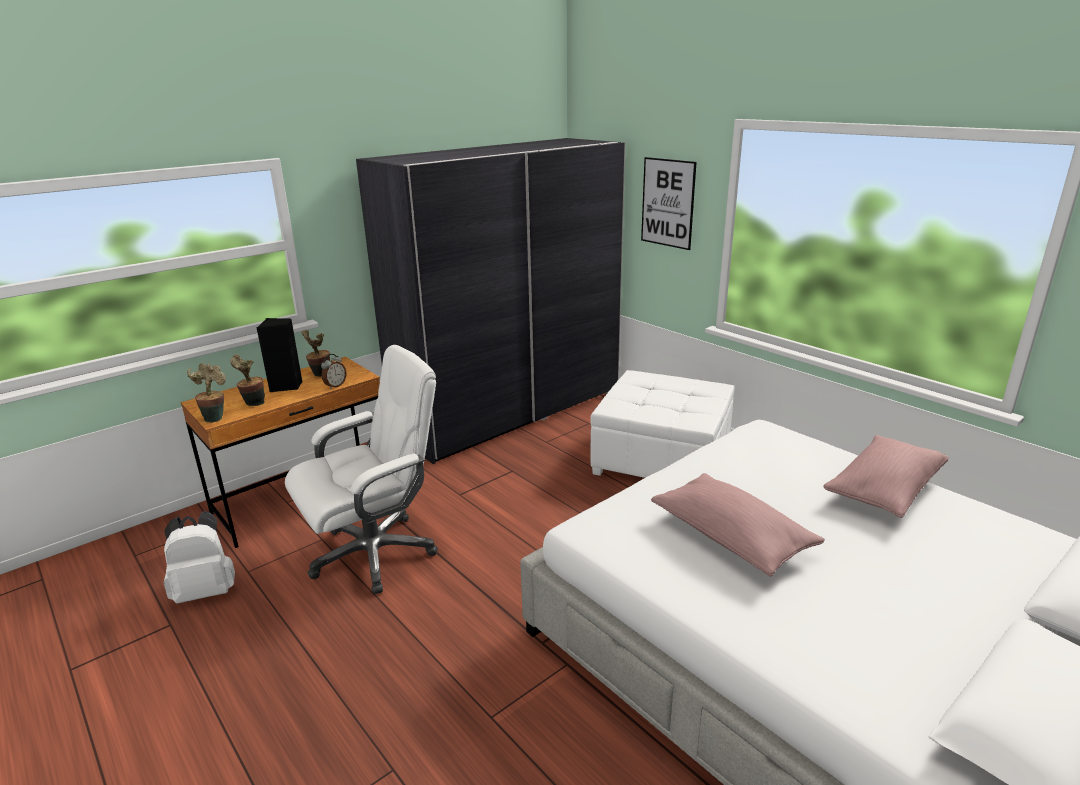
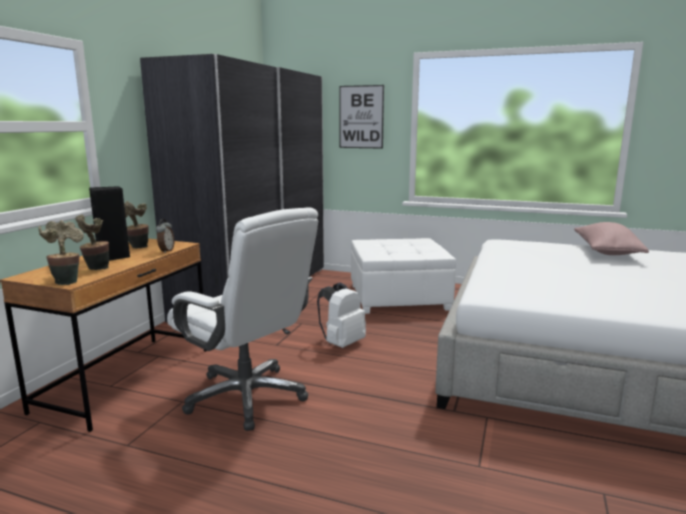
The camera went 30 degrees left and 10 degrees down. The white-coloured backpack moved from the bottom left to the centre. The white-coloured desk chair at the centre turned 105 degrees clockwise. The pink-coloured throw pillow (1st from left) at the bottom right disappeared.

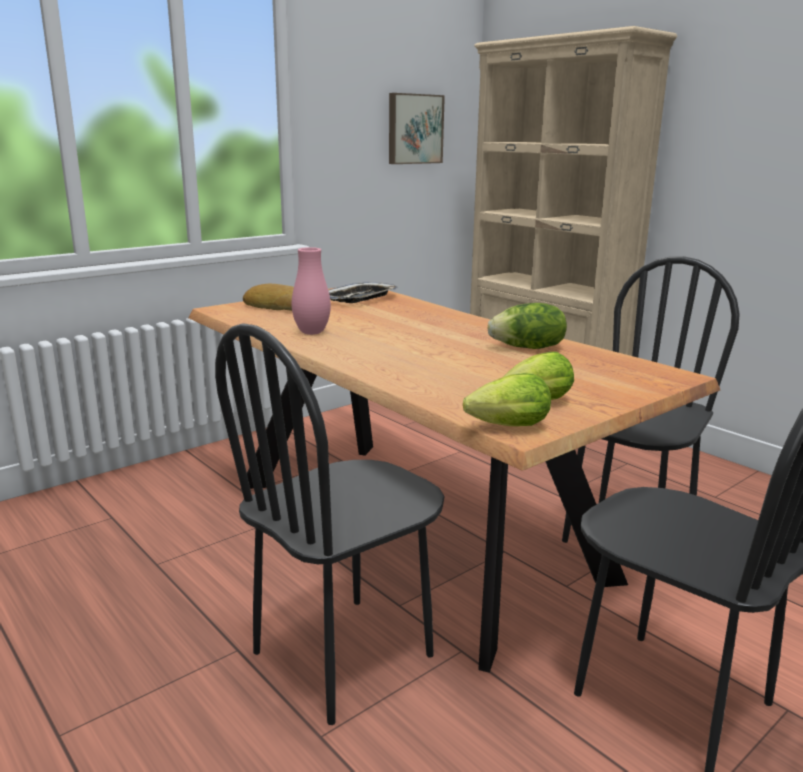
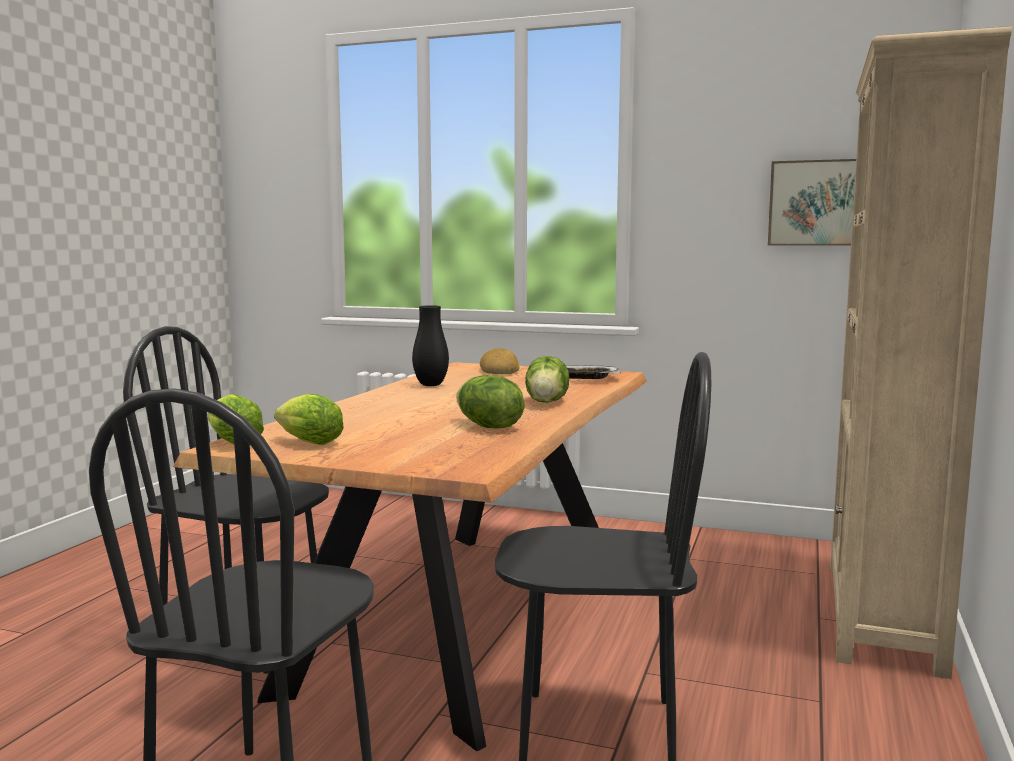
The camera went 60 degrees right and 10 degrees down. The pink-coloured vase at the centre became the black-coloured vase at the centre. The lettuce (4th from left) at the centre appeared.

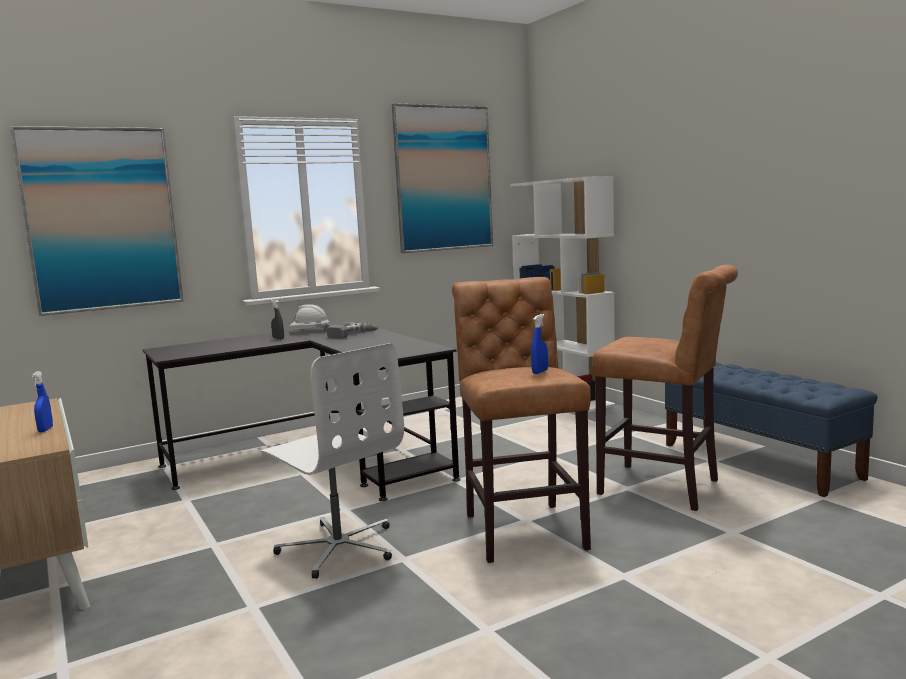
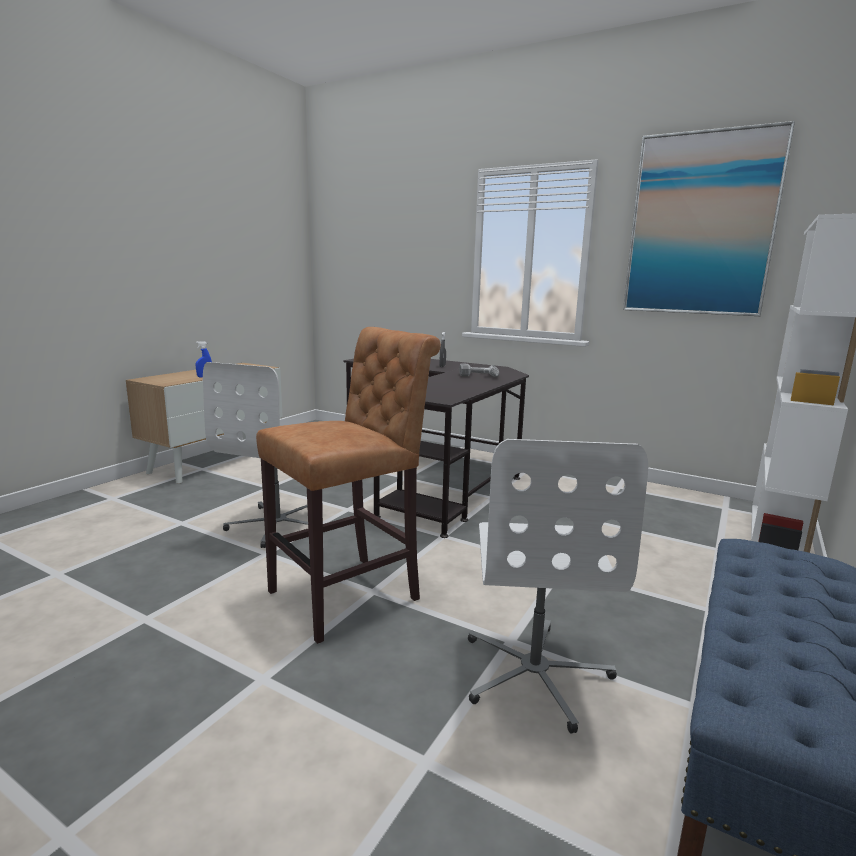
The camera went 60 degrees right and 5 degrees up. The wall art (1st from left) at the top left disappeared. The white-coloured hard hat at the centre disappeared. The bluish sprayer (2nd from left) at the centre disappeared. The brown-coloured sitting stool (2nd from left) at the middle right was replaced by the white-coloured desk chair (2nd from left) at the bottom centre.

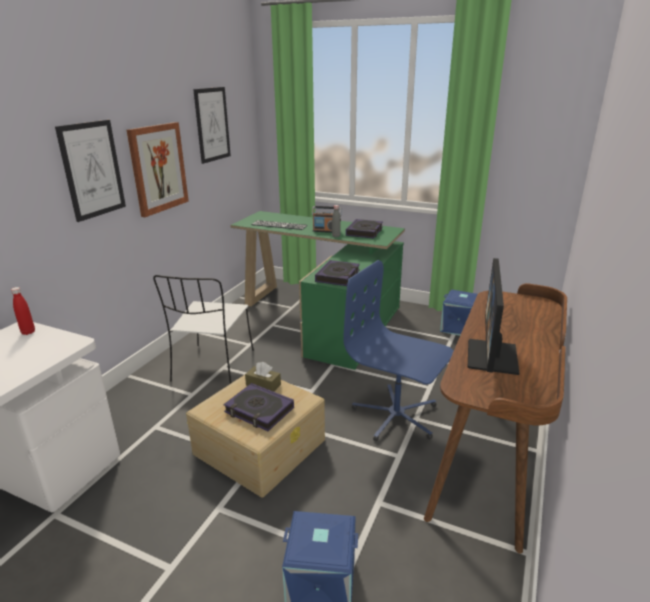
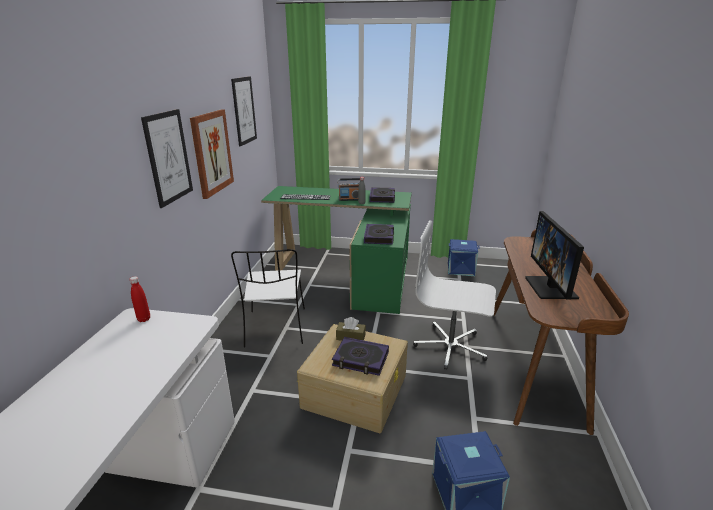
The camera went 15 degrees left and 0 degrees up. The bluish desk chair at the centre became the white-coloured desk chair at the centre.

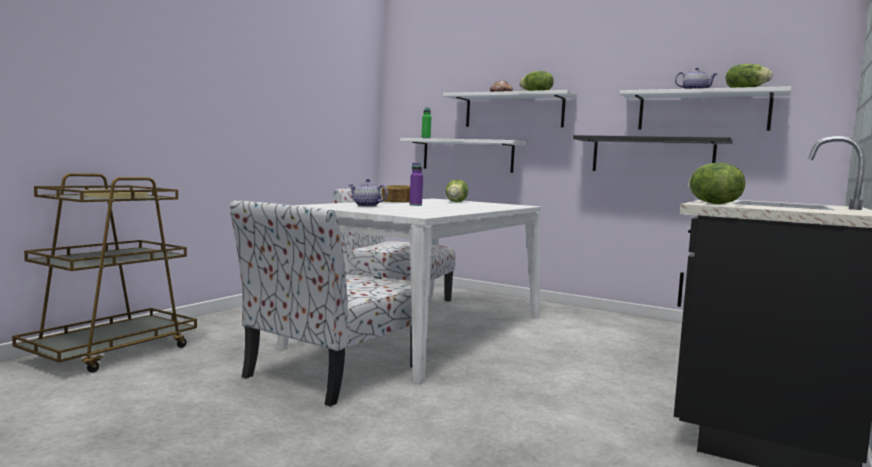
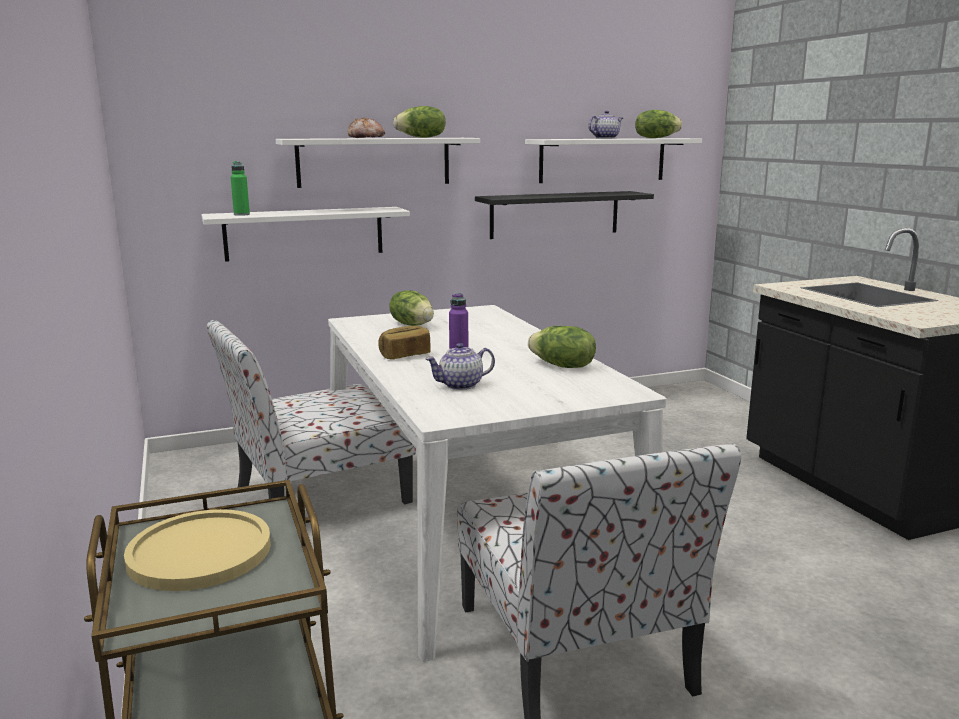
The camera went 50 degrees left and 10 degrees up. The lettuce (3rd from left) moved from the middle right to the centre.

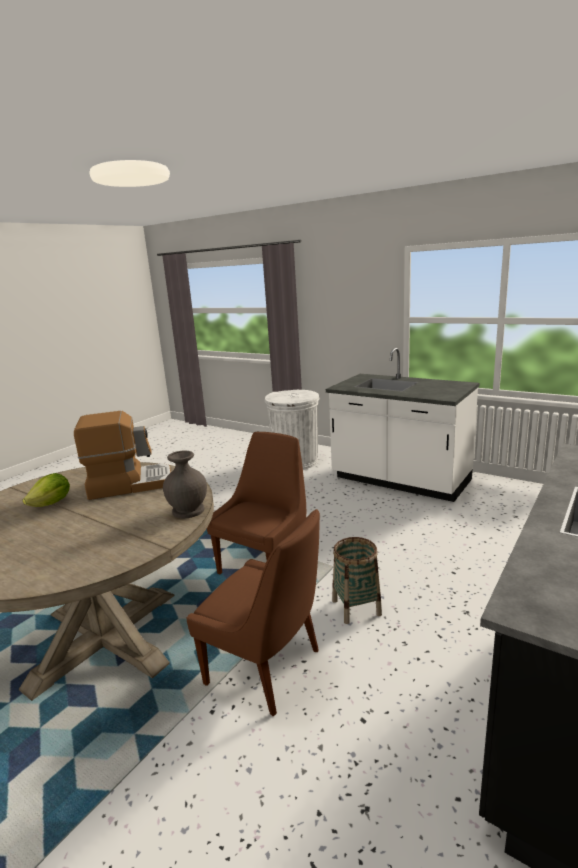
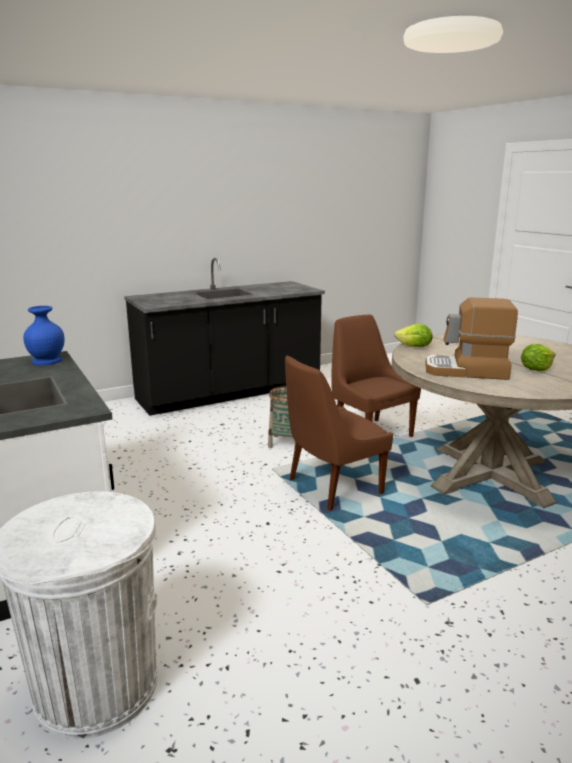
The camera went 155 degrees left and 0 degrees up. The grey vase at the middle left was replaced by the lettuce (1st from left) at the middle right. The bluish vase at the middle left appeared.

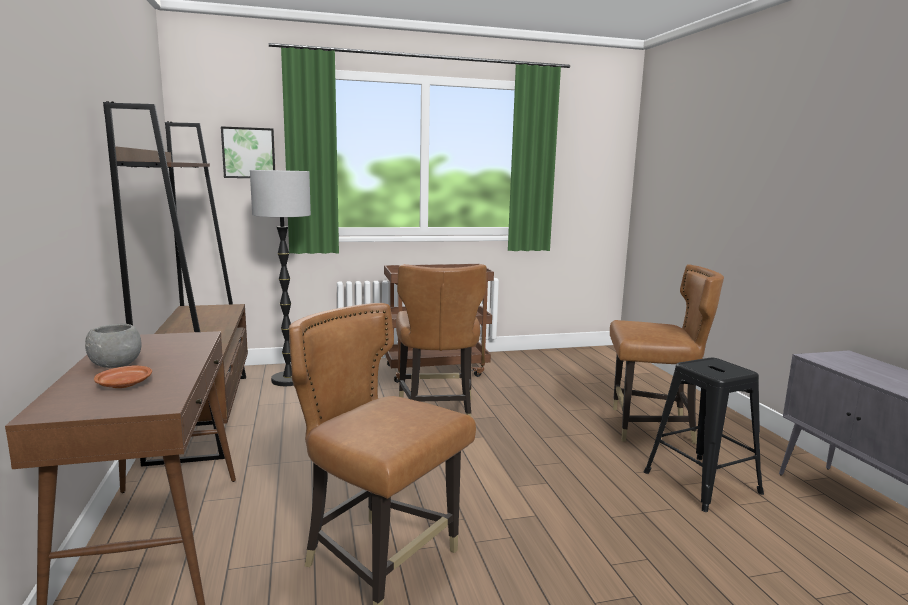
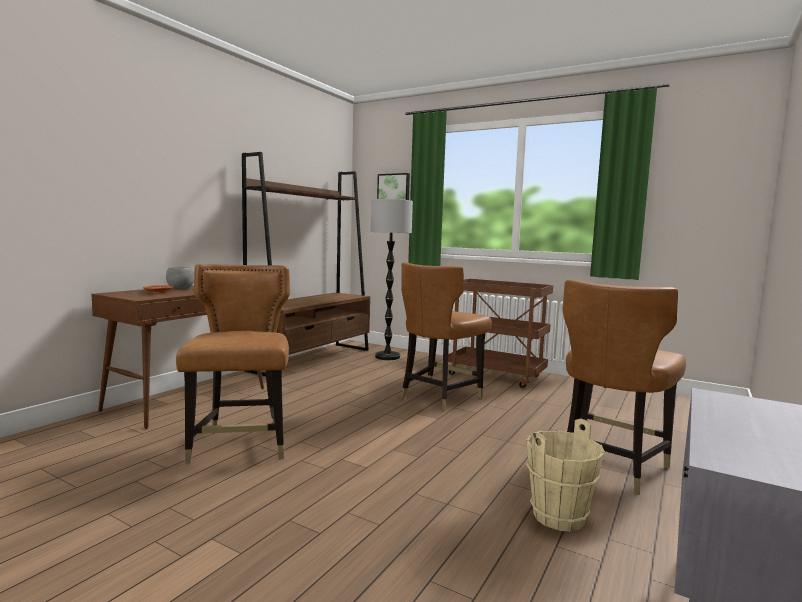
The camera went 45 degrees right and 5 degrees down. The brown-coloured plain chair (3rd from left) at the middle right turned 75 degrees clockwise. The black-coloured sitting stool at the bottom right was replaced by the sand-coloured pail at the bottom right.

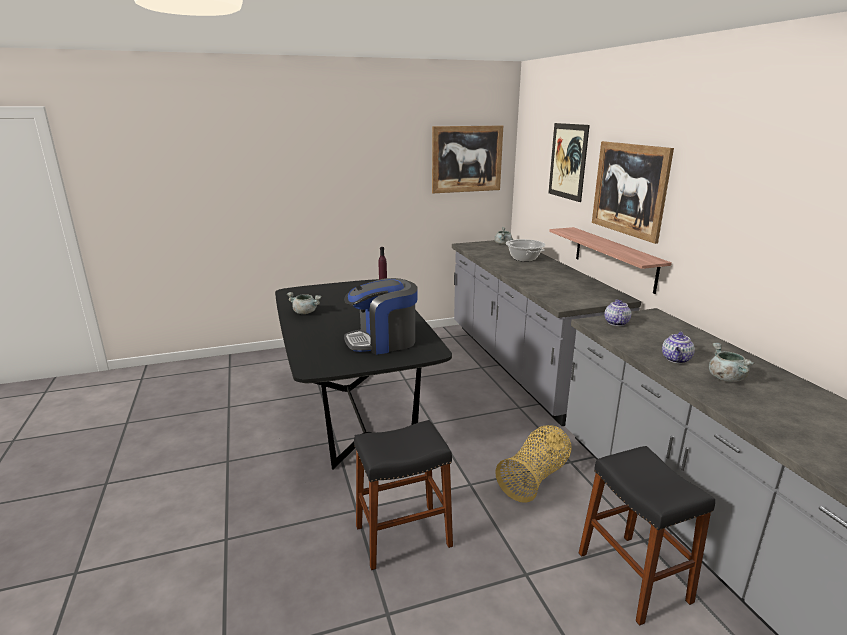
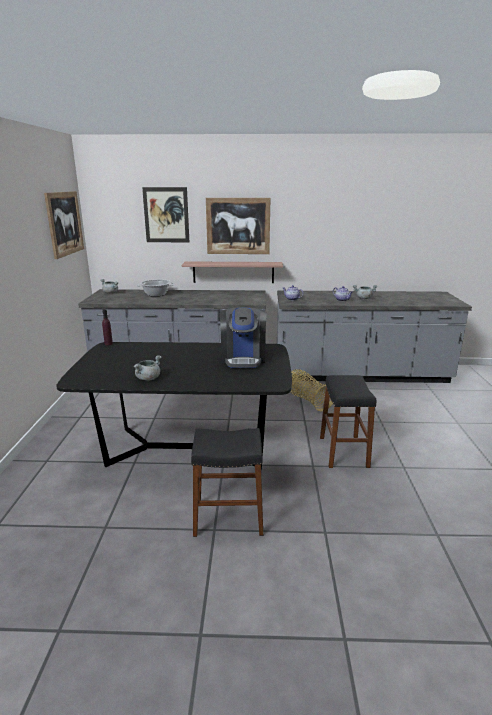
The camera went 70 degrees left and 0 degrees up. The black-coloured sitting stool (2nd from left in the first image) moved from the bottom right to the bottom centre.

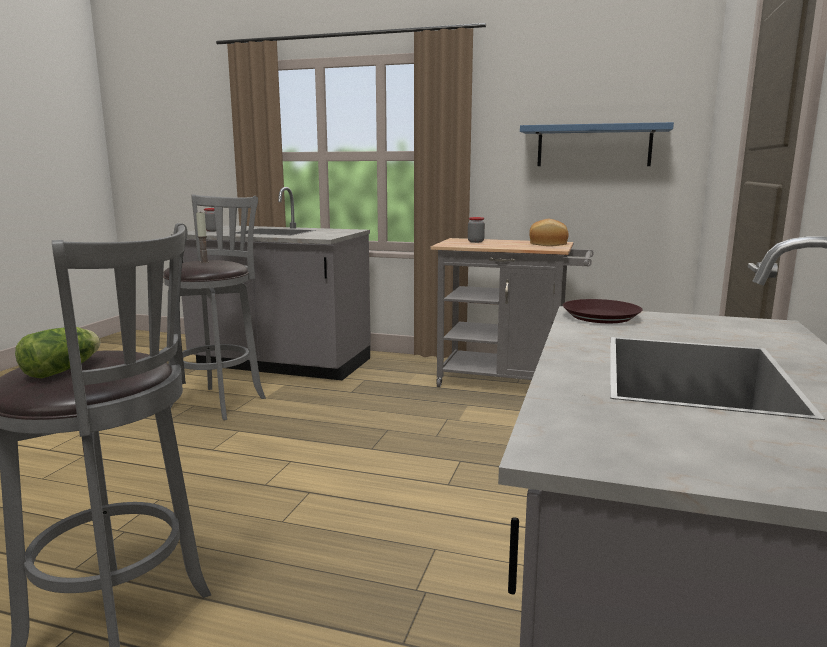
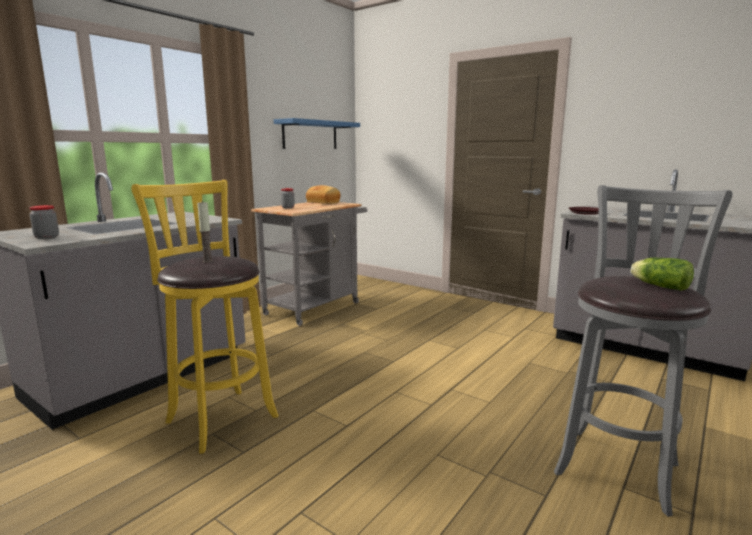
The camera went 70 degrees left and 0 degrees up. The grey sitting stool (2nd from left) at the middle left became the yellow sitting stool at the middle left.

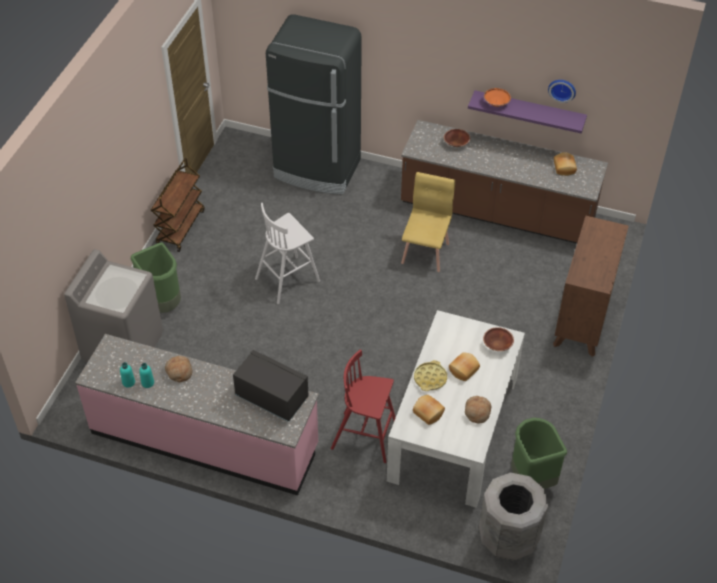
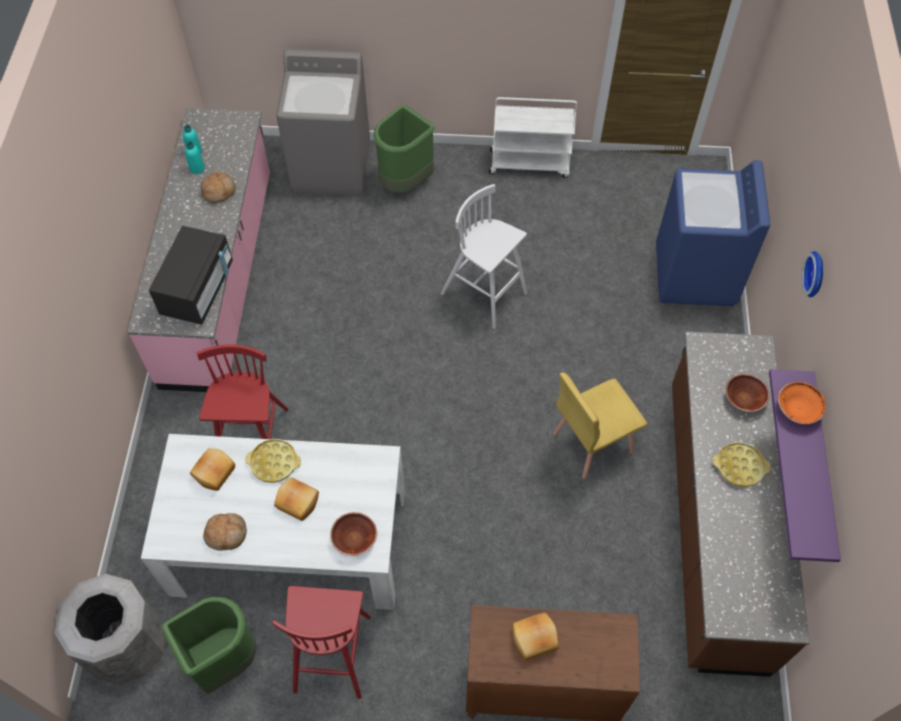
The camera went 75 degrees right and 10 degrees up. The brown-coloured cart at the middle left became the white-coloured cart at the top centre. The black-coloured kitchen fridge at the top centre was replaced by the bluish laundry appliance at the top right. The yellow plain chair at the centre turned 150 degrees clockwise. The clock on the wall moved from the top right to the middle right. The bread (5th from left) moved from the top right to the bottom centre. The red sitting stool (2nd from left) at the bottom centre appeared. The yellow tray (2nd from left) at the middle right appeared.

